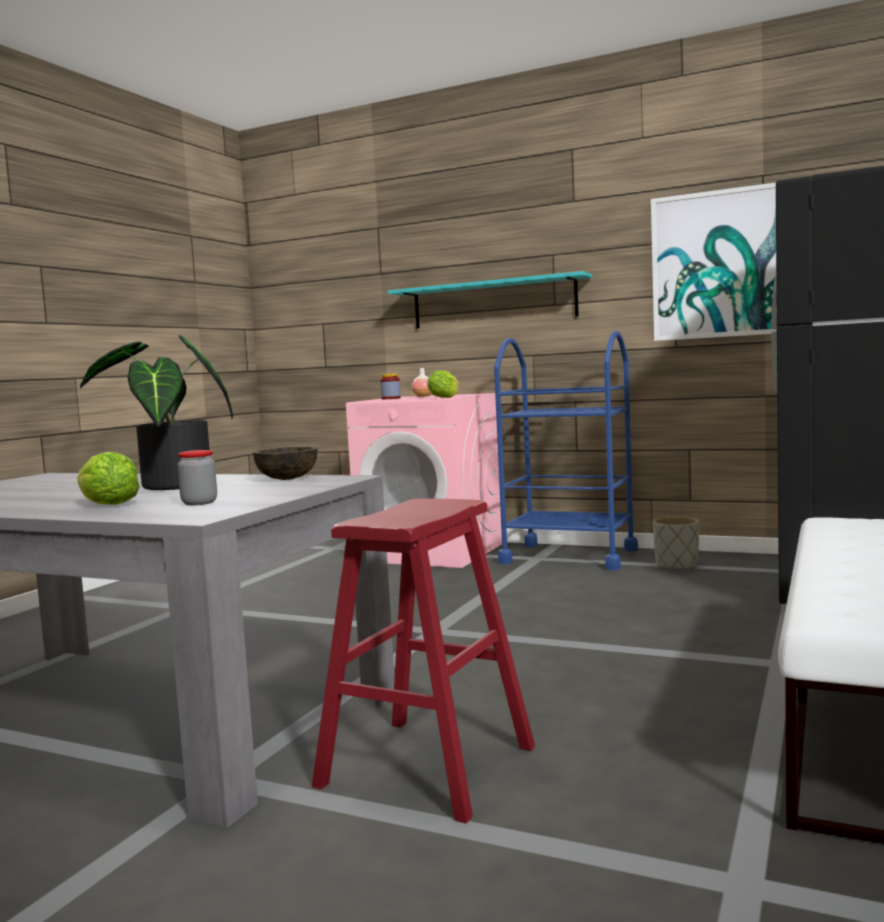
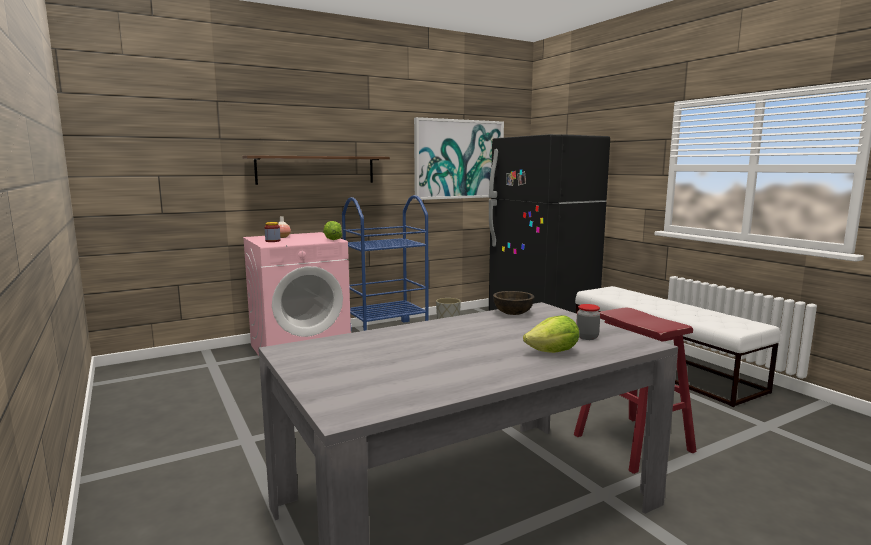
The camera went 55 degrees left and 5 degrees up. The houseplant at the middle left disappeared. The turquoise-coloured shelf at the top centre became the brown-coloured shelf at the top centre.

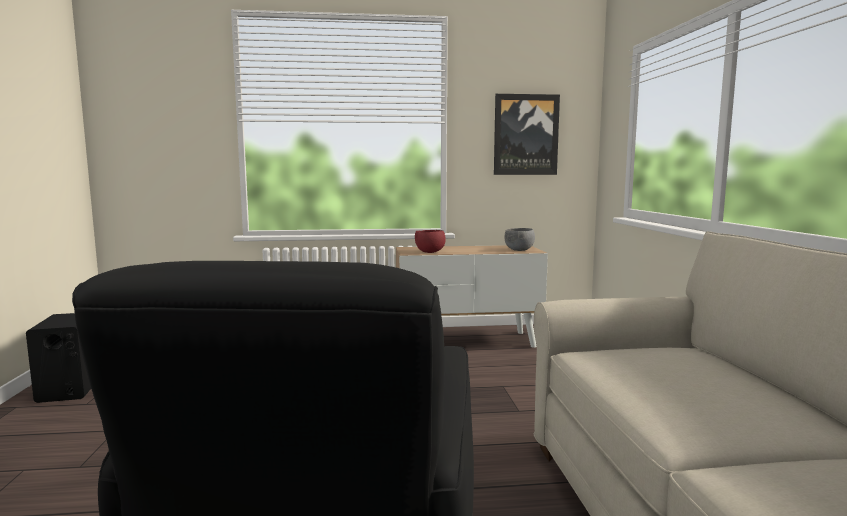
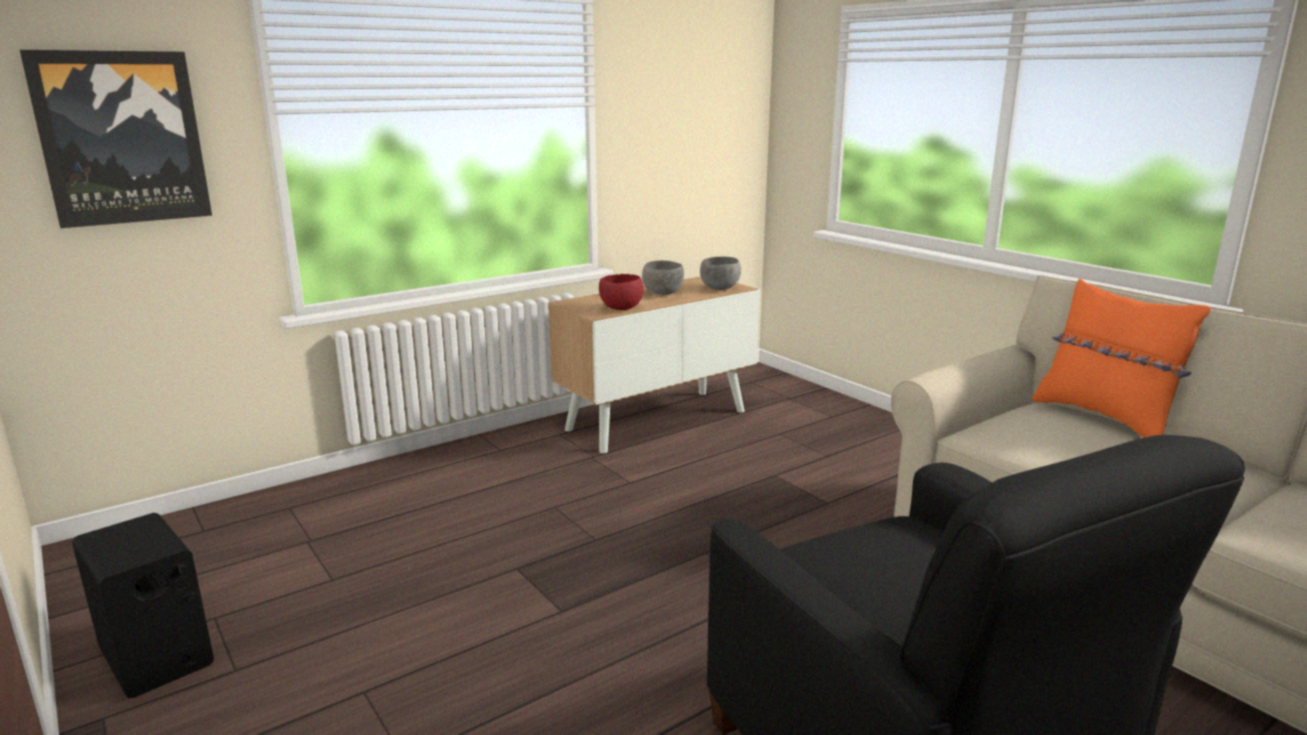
The camera went 30 degrees left and 10 degrees up. The wall art moved from the top centre to the top left. The grey serving bowl (1st from left) at the centre appeared. The orange-coloured throw pillow at the middle right appeared.

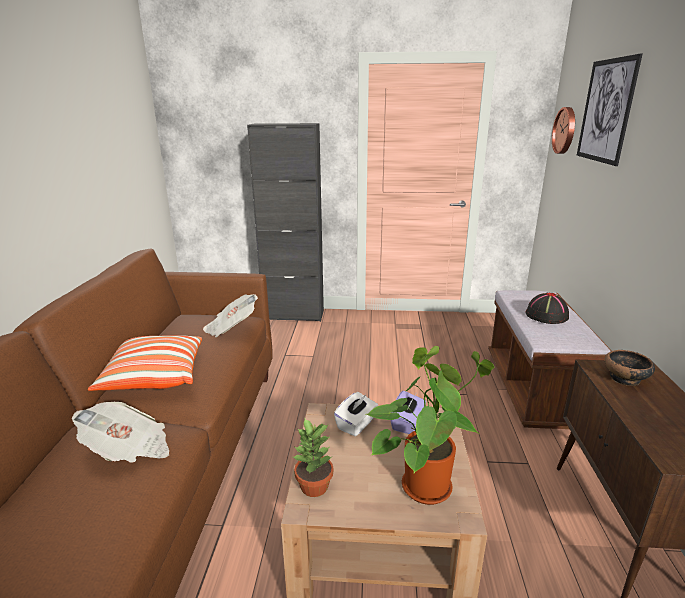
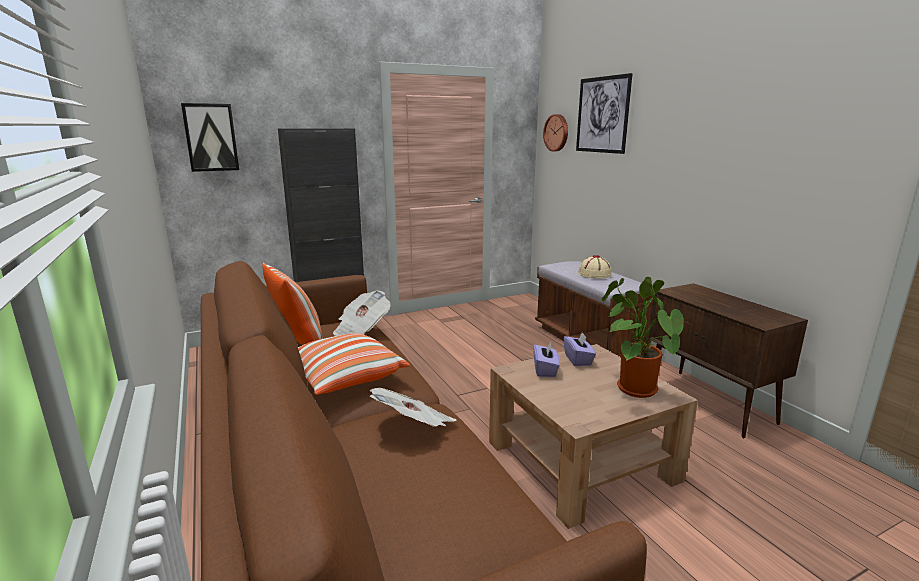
The camera went 30 degrees left and 5 degrees down. The houseplant (1st from left) at the bottom centre disappeared. The white-coloured tissue box at the bottom centre became the purple-coloured tissue box (1st from left) at the centre. The black-coloured wearable hat at the middle right became the sand-coloured wearable hat at the centre. The serving bowl at the middle right disappeared. The wall art (1st from left) at the top left appeared. The throw pillow (1st from left) at the middle left appeared.

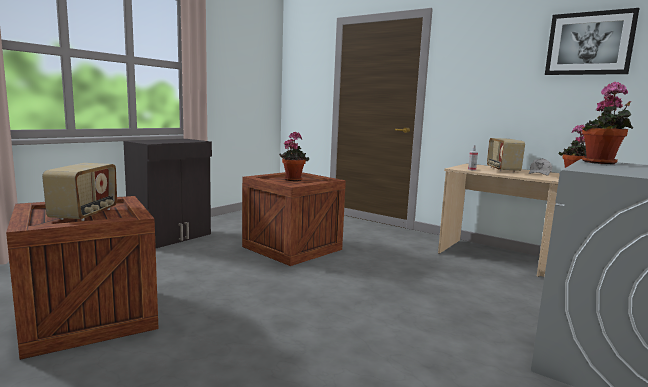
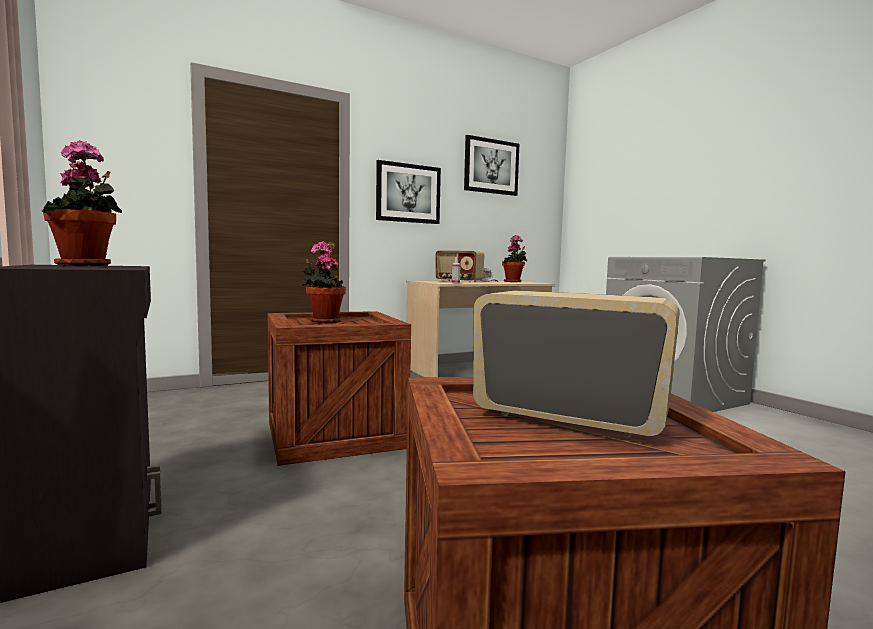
The camera went 65 degrees left and 5 degrees down. The houseplant (3rd from left in the first image) moved from the top right to the top left. The wall art (1st from left) at the top centre appeared.

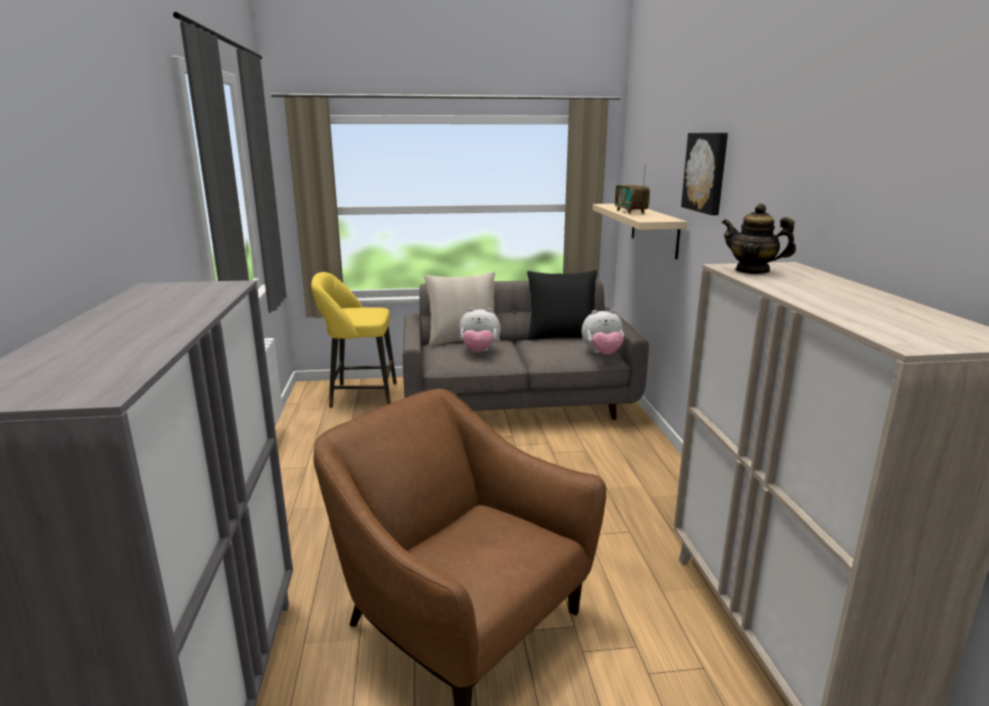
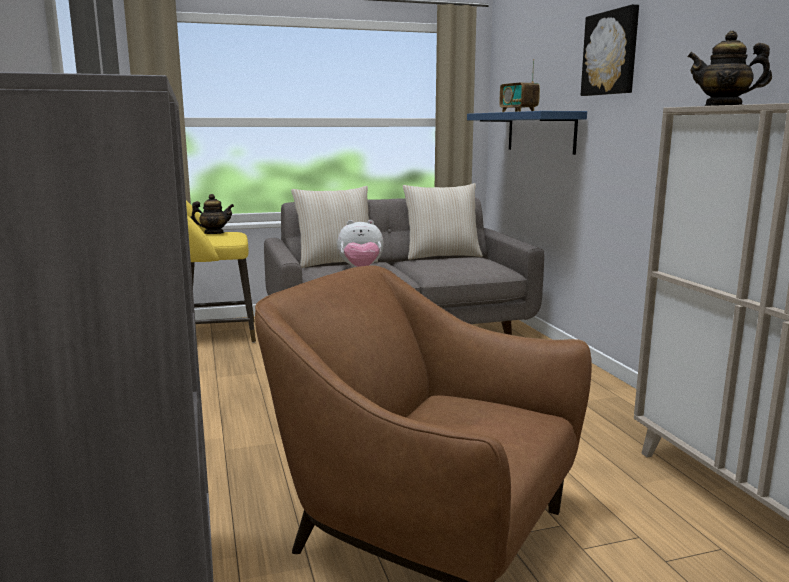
The camera went 10 degrees left and 5 degrees down. The black-coloured throw pillow at the centre became the sand-coloured throw pillow (2nd from left) at the centre. The plush toy (2nd from left) at the centre disappeared. The sand-coloured shelf at the top centre became the bluish shelf at the top right. The teapot (1st from left) at the middle left appeared.

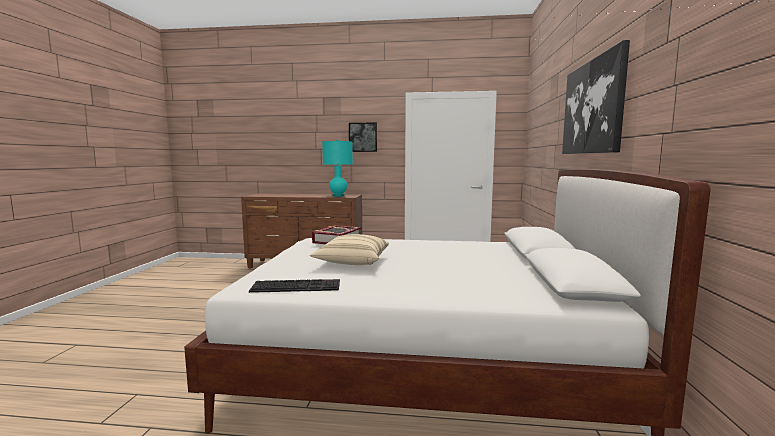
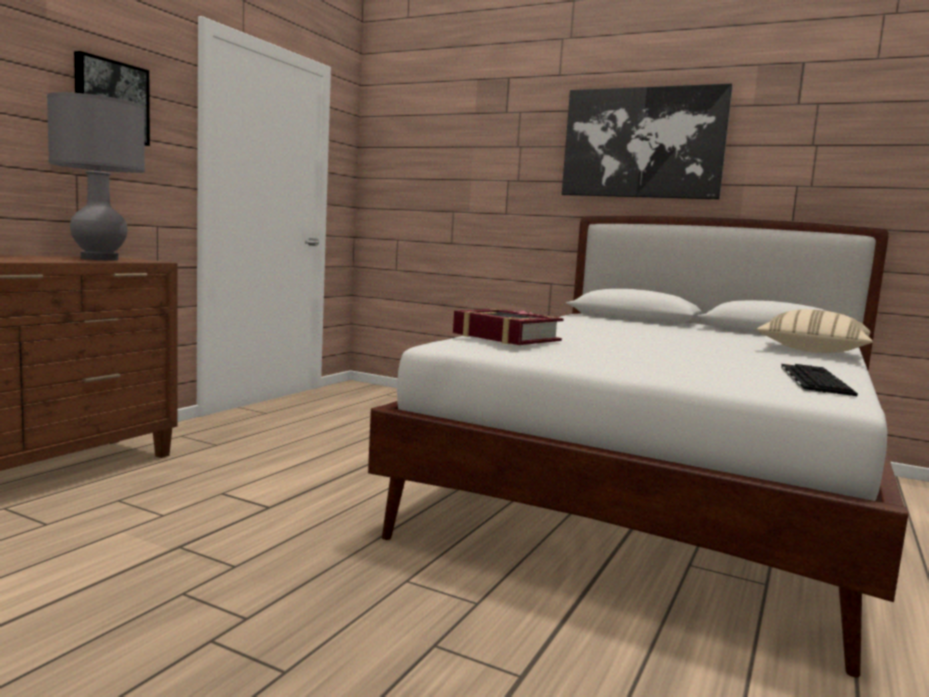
The camera went 70 degrees left and 0 degrees up. The sand-coloured throw pillow moved from the centre to the middle right. The turquoise-coloured table lamp at the centre became the grey table lamp at the top left.

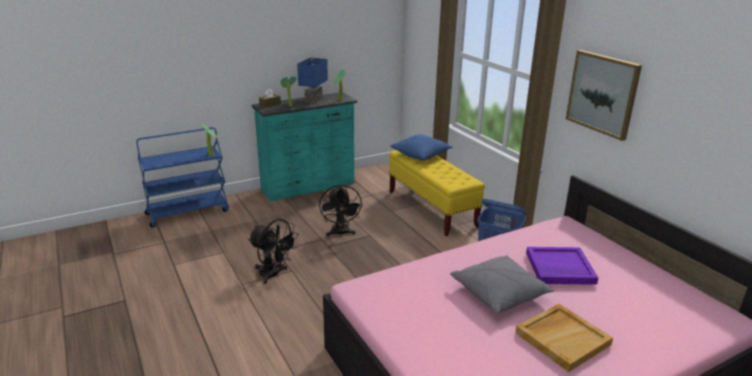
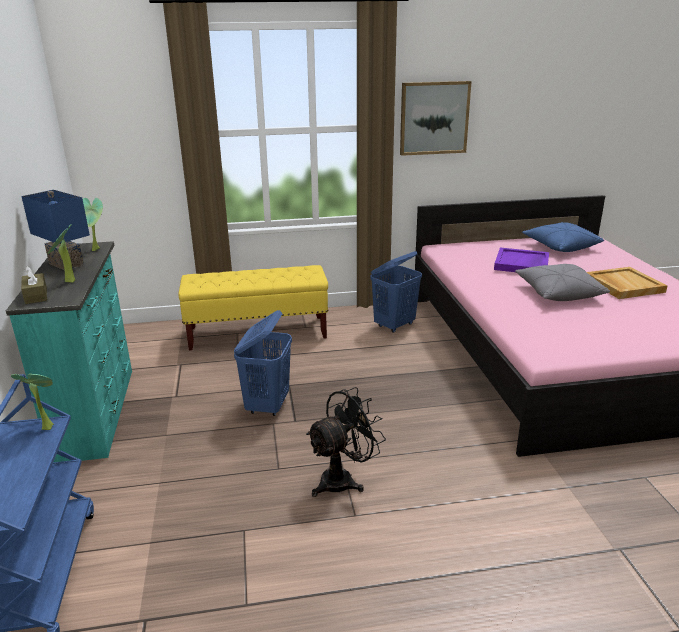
The camera went 70 degrees left and 0 degrees up. The black-coloured electric fan (2nd from left) at the centre was replaced by the bluish hamper (1st from left) at the centre. The bluish throw pillow moved from the centre to the middle right.

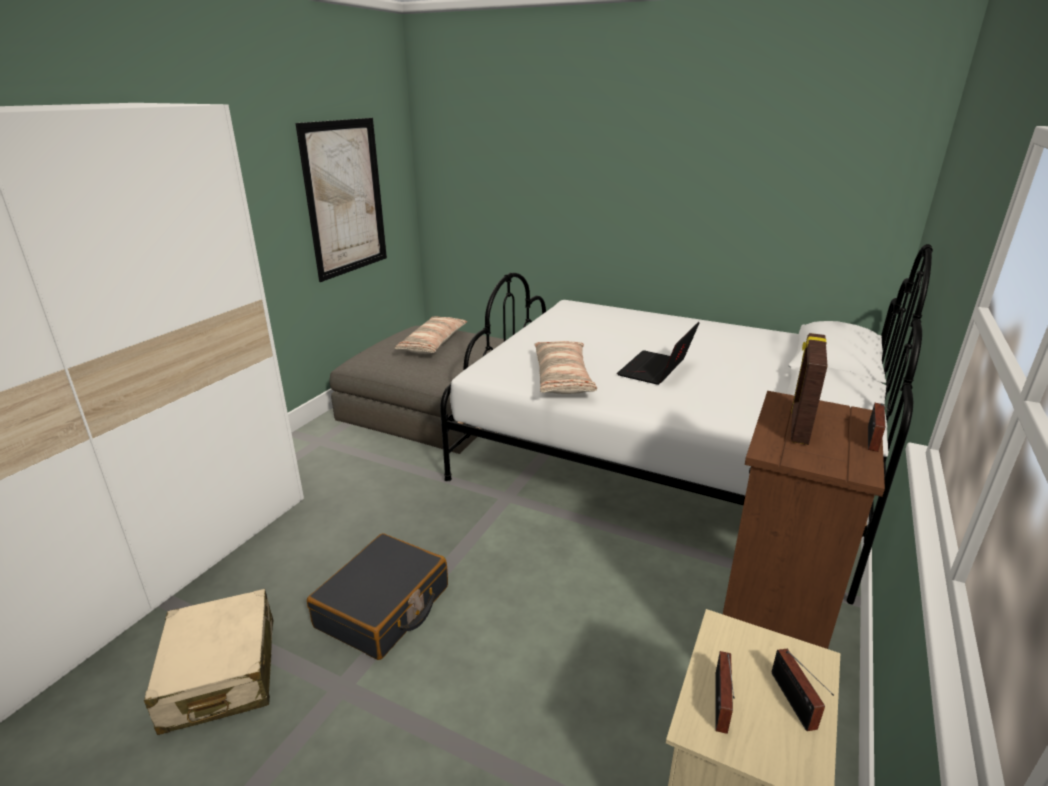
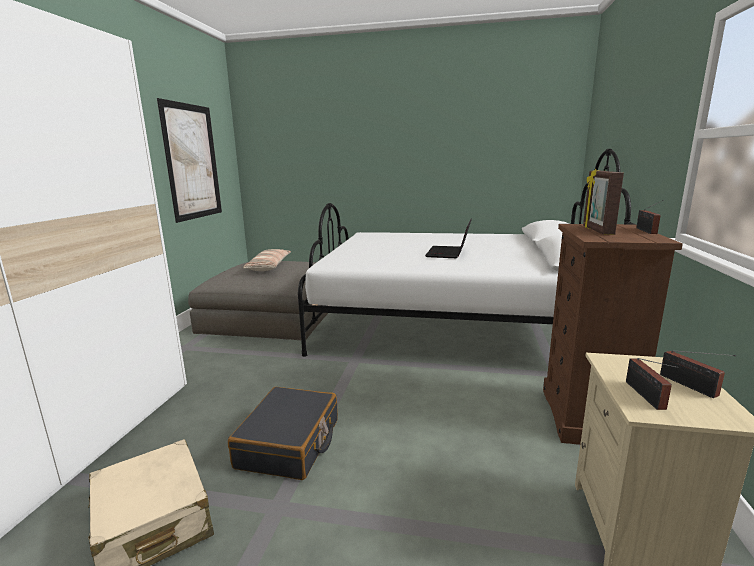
The camera went 15 degrees left and 10 degrees down. The throw pillow (2nd from left) at the centre disappeared.

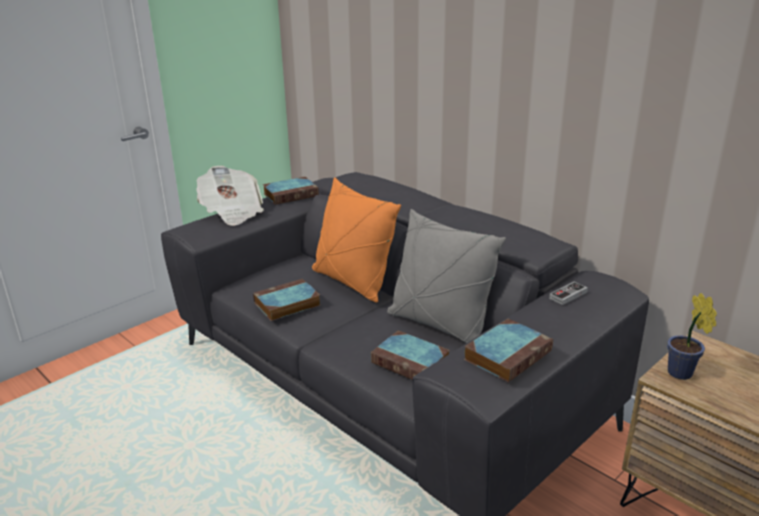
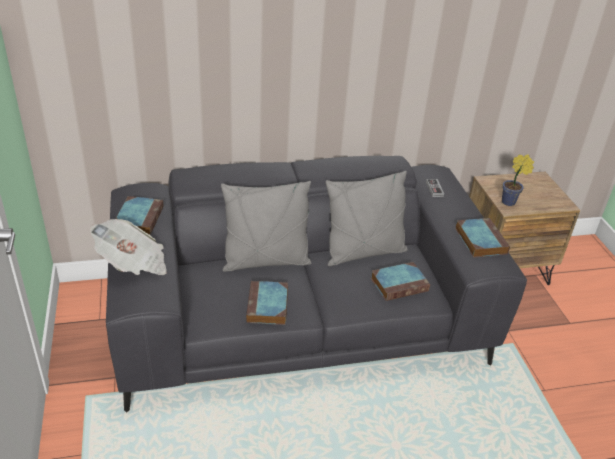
The camera went 60 degrees left and 10 degrees up. The orange-coloured throw pillow at the centre became the grey throw pillow (1st from left) at the centre.

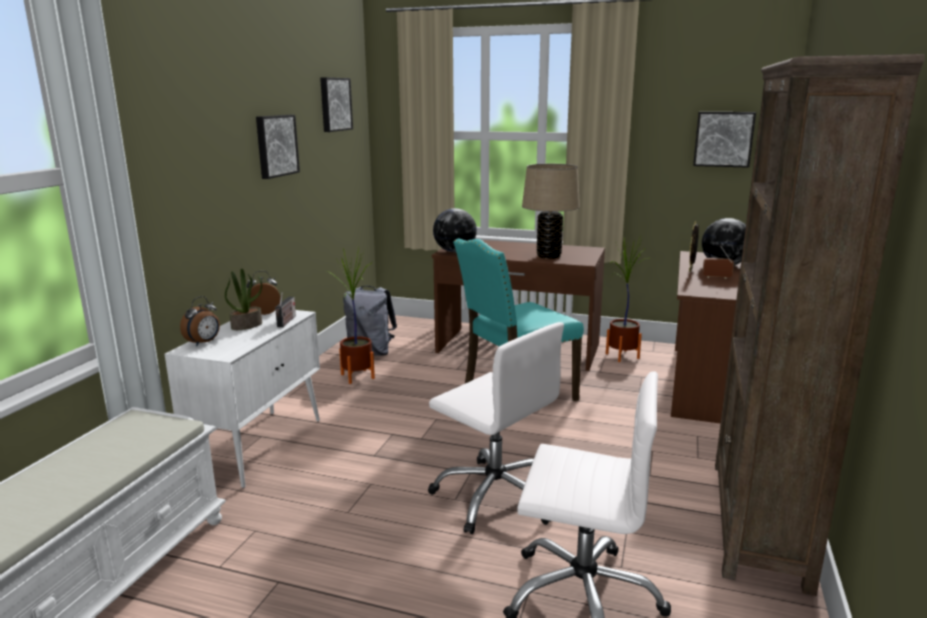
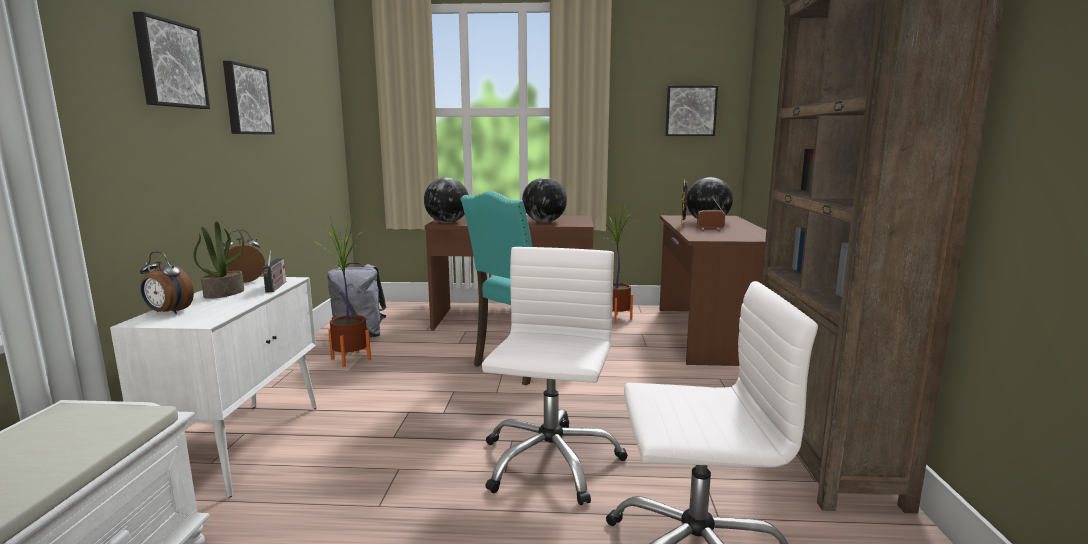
The camera went 15 degrees left and 5 degrees down. The alarm clock (1st from left) at the middle left turned 90 degrees clockwise. The wall art (2nd from left in the first image) moved from the top centre to the top left. The white-coloured desk chair (1st from left) at the bottom centre turned 105 degrees counterclockwise. The sand-coloured table lamp at the centre was replaced by the world globe (2nd from left) at the centre.

